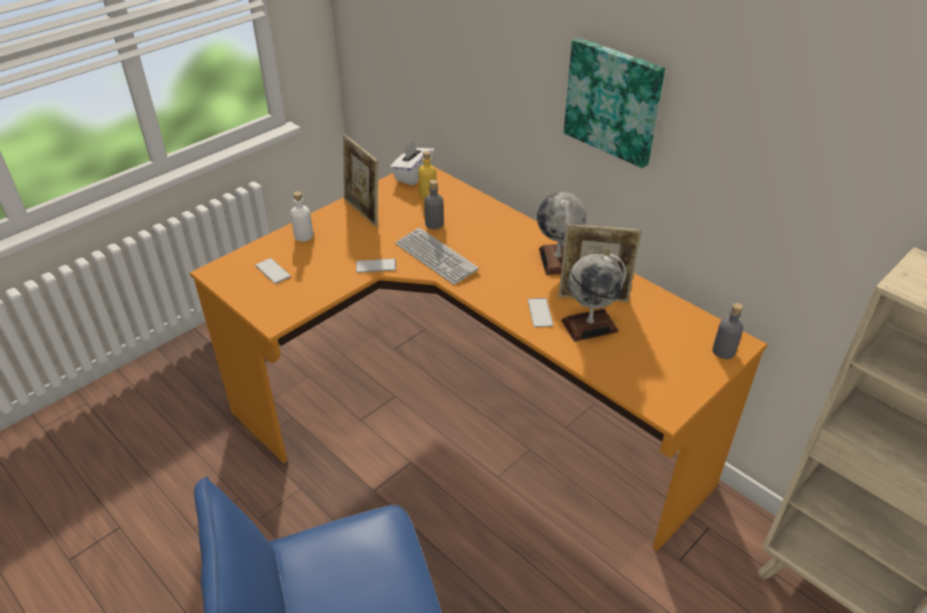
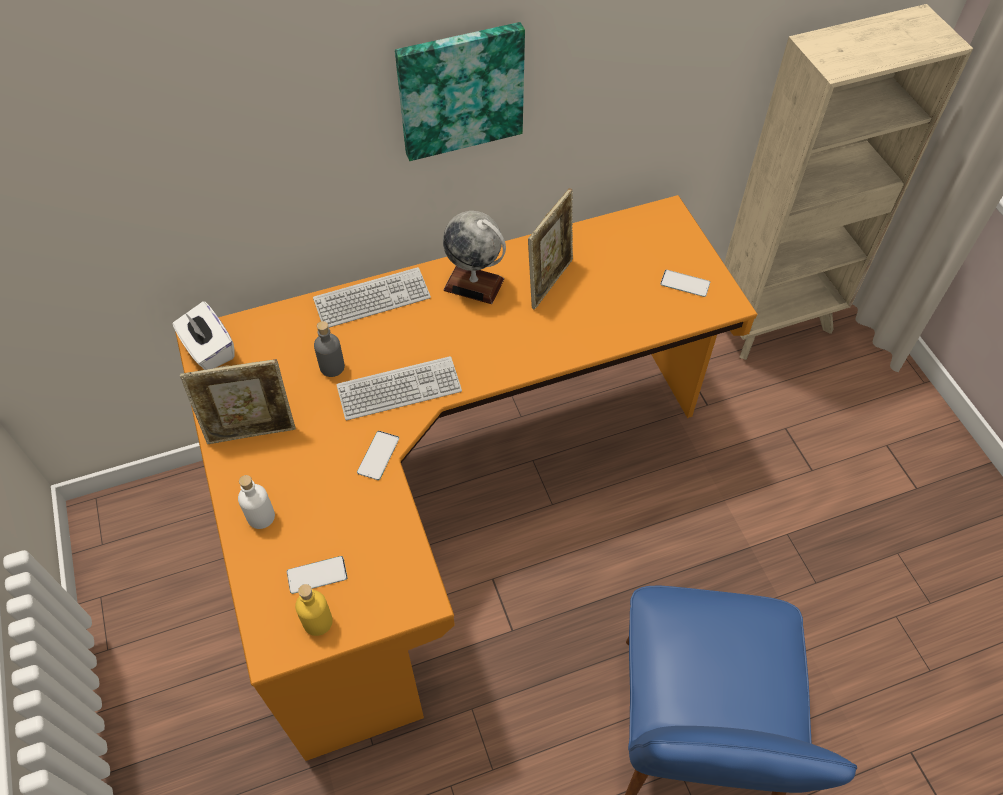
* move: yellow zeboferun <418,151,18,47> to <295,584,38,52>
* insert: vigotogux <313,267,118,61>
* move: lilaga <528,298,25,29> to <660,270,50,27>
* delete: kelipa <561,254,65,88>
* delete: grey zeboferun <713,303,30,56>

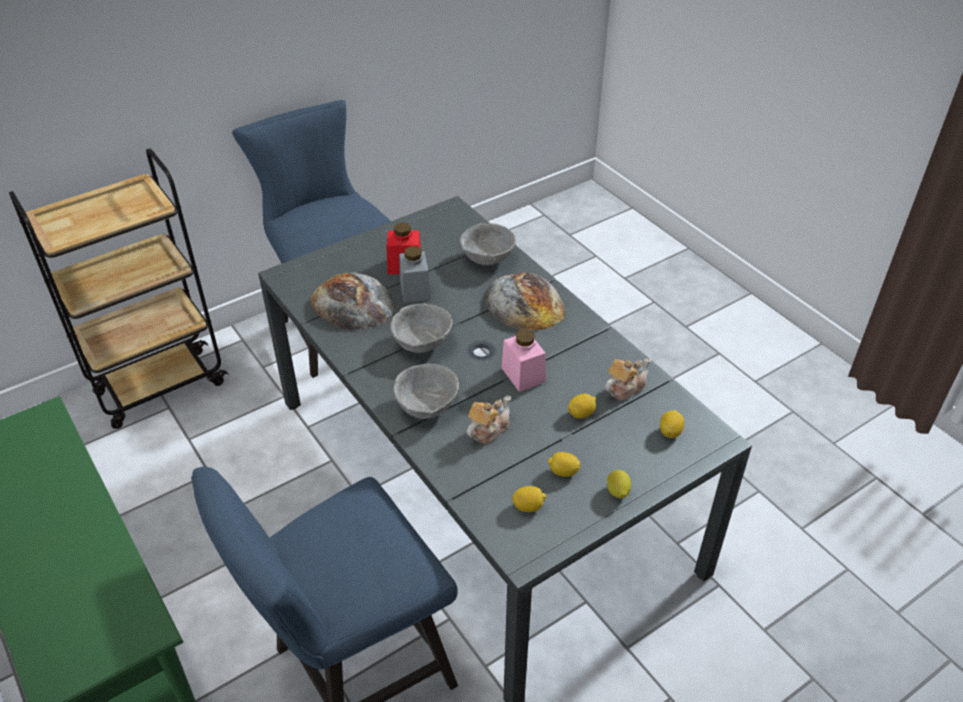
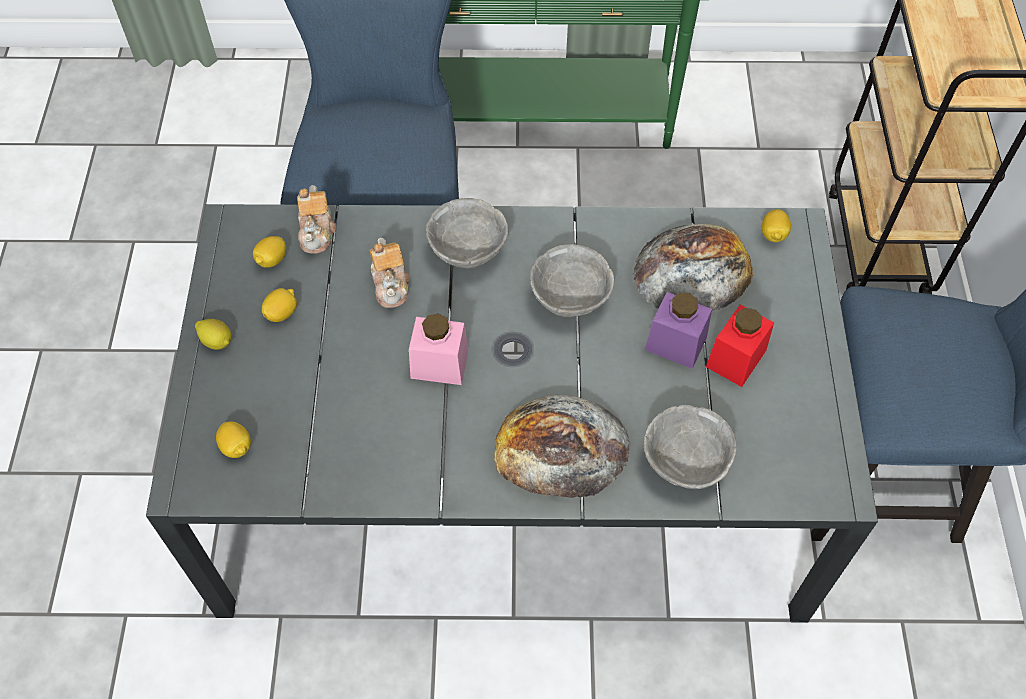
* move: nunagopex <605,358,46,42> to <297,185,39,69>
* recolor: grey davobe <399,246,32,56> to purple davobe <645,292,67,77>
* move: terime <568,394,28,24> to <762,209,29,33>

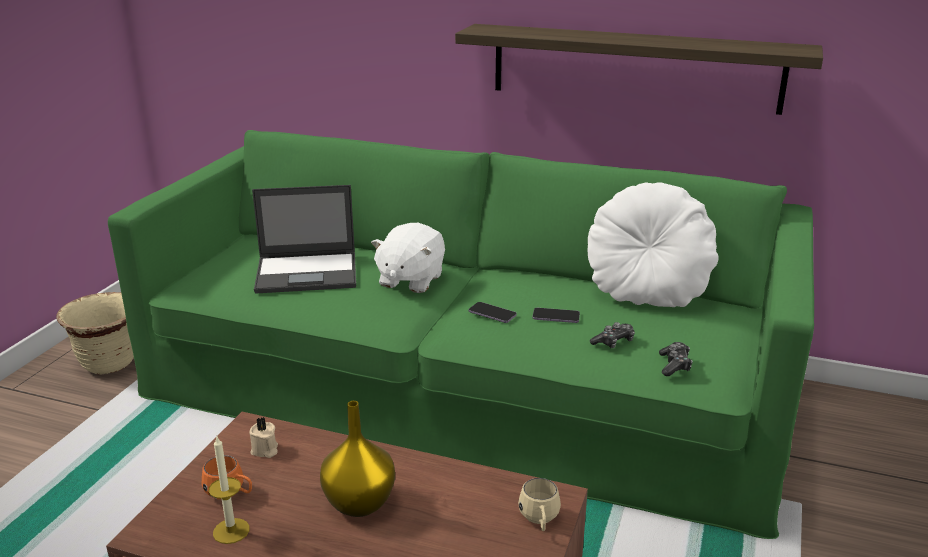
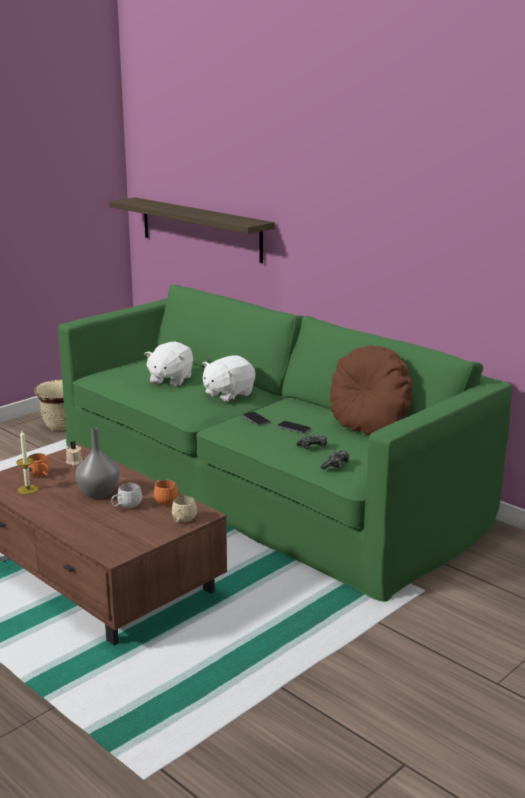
* recolor: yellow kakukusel <320,401,75,116> to grey kakukusel <75,428,45,71>
* move: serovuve <455,24,368,91> to <109,197,166,66>
* insert: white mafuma <111,483,31,25>
* replace: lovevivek <252,185,104,109> to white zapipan <144,342,49,44>
* insert: orange mafuma <154,480,25,25>
* recolor: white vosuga <588,182,131,125> to brown vosuga <330,345,82,90>

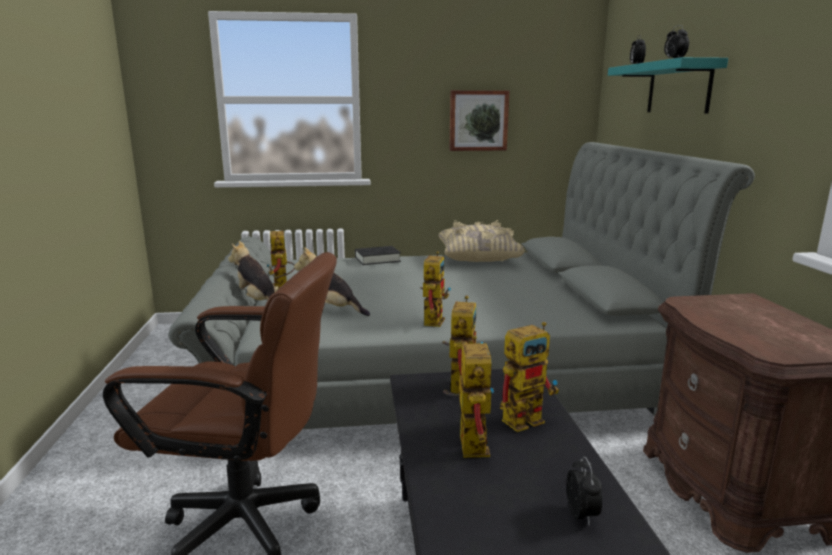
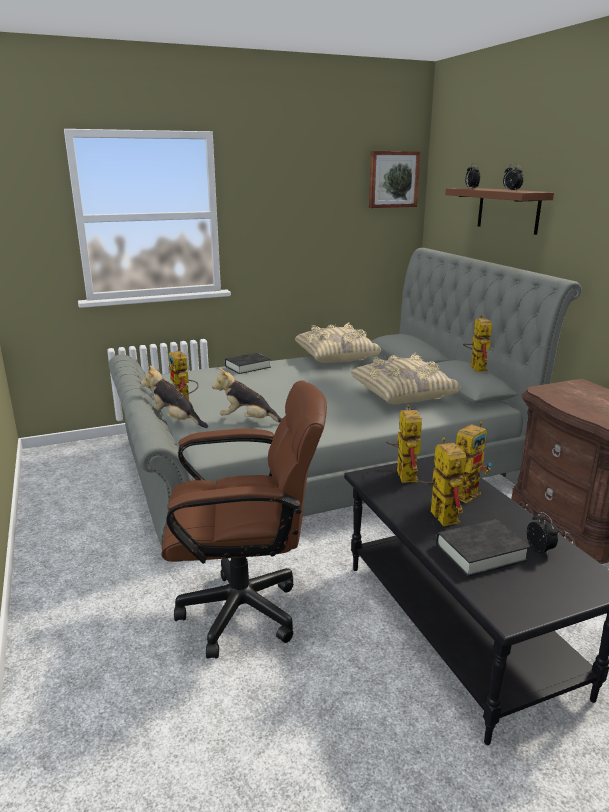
* insert: beige vosuga <351,353,111,52>
* move: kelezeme <449,90,60,61> to <369,151,52,57>
* insert: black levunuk <436,519,94,58>
* recolor: turquoise serovuve <608,57,120,56> to brown serovuve <445,188,109,47>
* move: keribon <420,251,31,76> to <463,315,29,57>

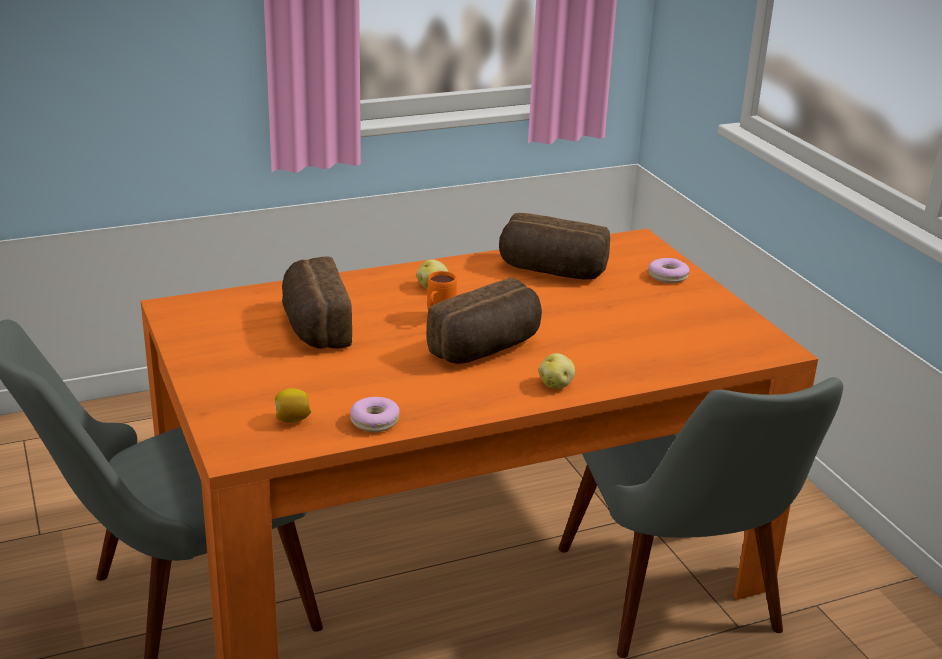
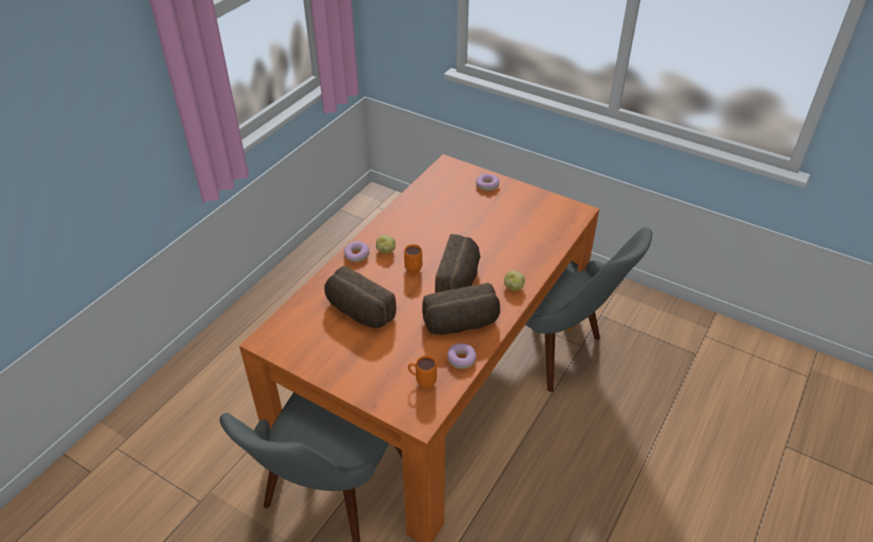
* insert: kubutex <344,241,25,21>
* replace: terime <275,388,37,35> to orange mafuma <408,356,29,32>
* move: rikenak <499,213,111,66> to <422,283,78,51>

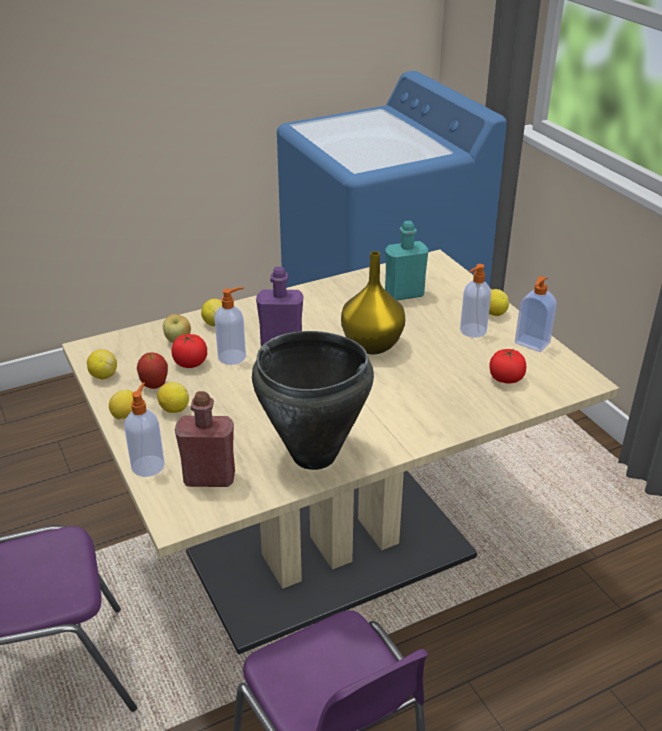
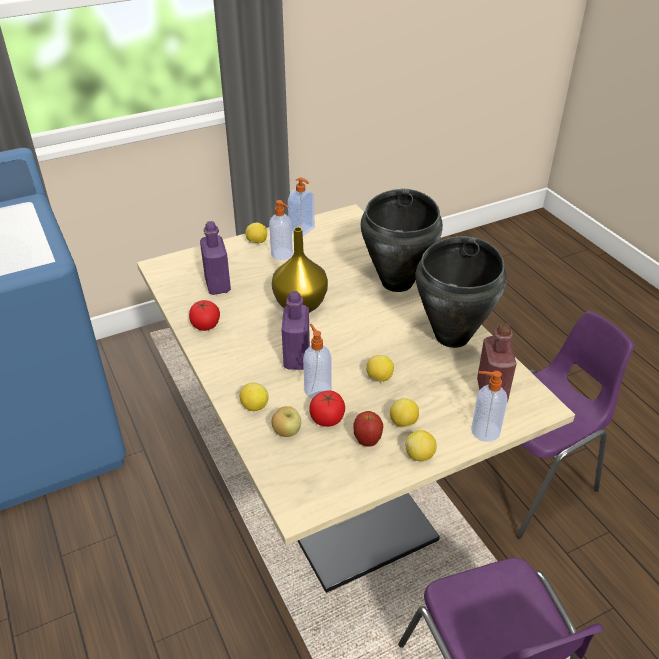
* move: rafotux <490,349,36,35> to <189,300,31,31>
* recolor: turquoise zeboferun <385,221,44,79> to purple zeboferun <200,221,31,74>
* insert: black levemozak <361,189,82,103>
* move: terime <87,349,30,30> to <366,355,28,27>

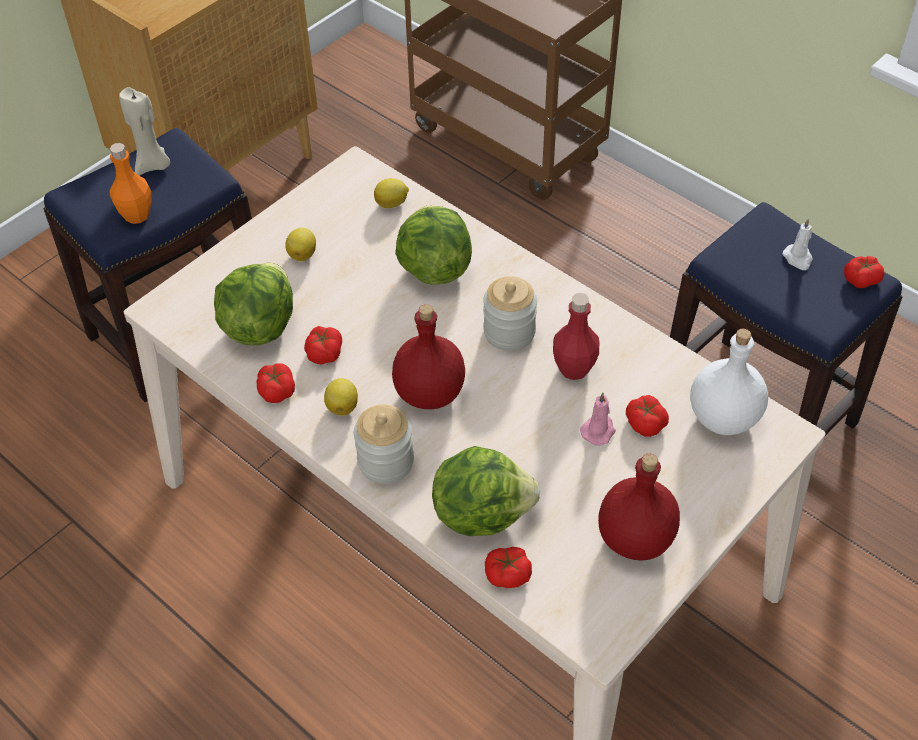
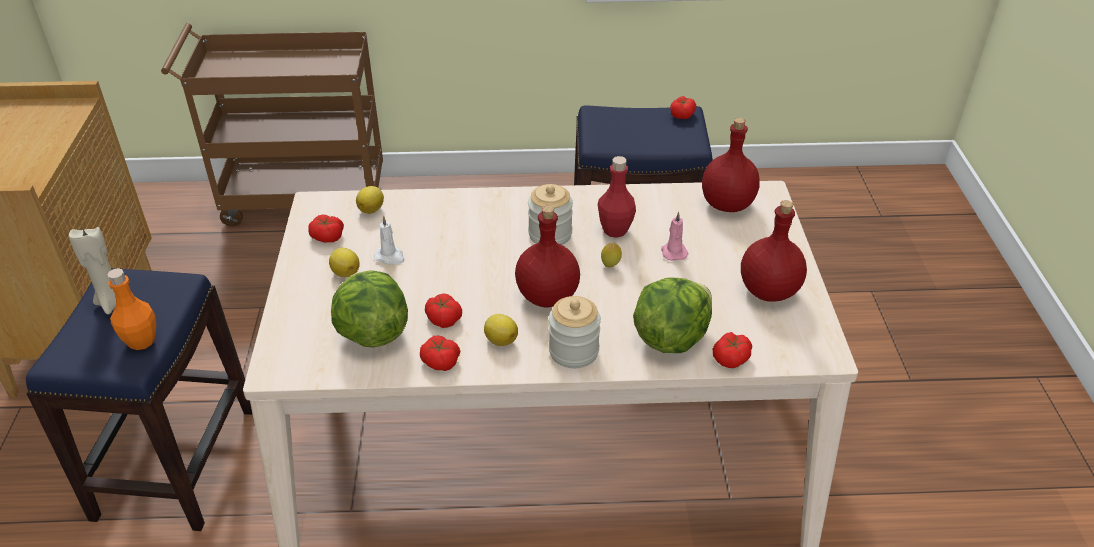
* move: rafotux <626,395,43,42> to <308,214,36,29>
* move: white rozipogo <783,218,30,52> to <374,216,31,49>
* insert: terime <601,243,21,24>
* recolor: white zeboferun <690,329,78,106> to red zeboferun <702,118,58,94>
* delete: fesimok <395,206,77,79>

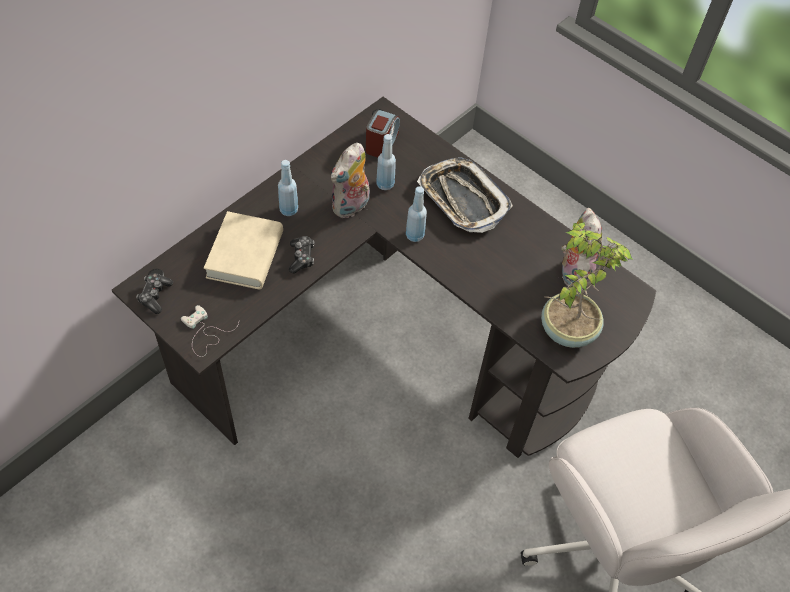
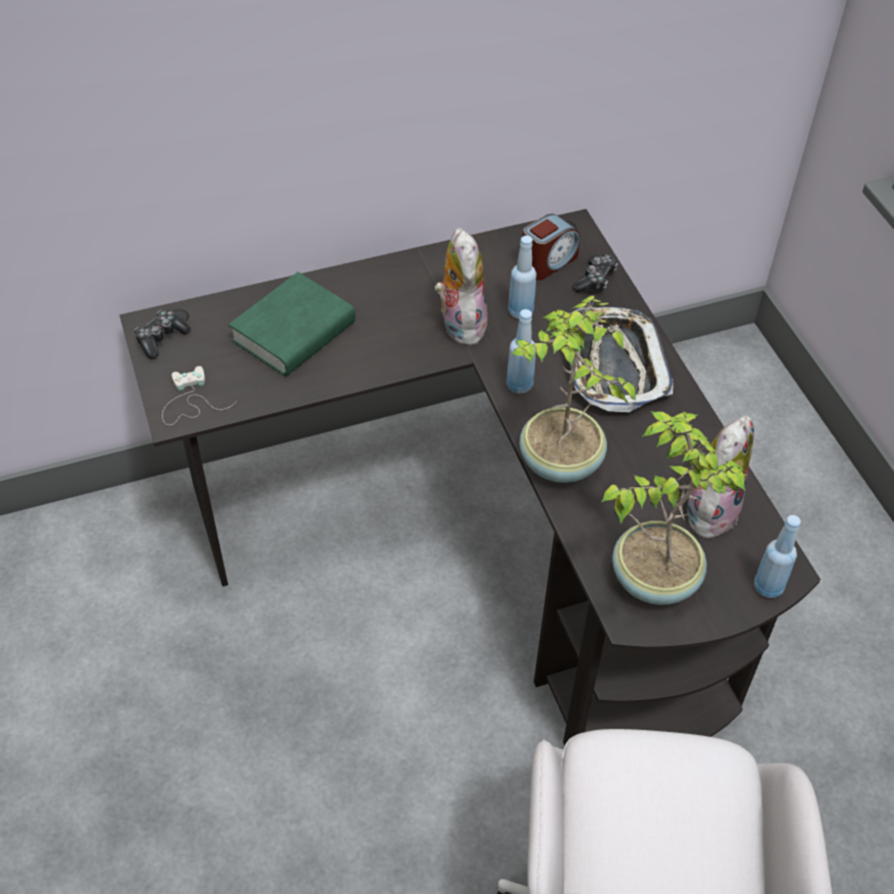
* recolor: beige levunuk <204,211,79,78> to green levunuk <229,272,127,105>
* rotate: zapipan <331,143,39,75> = <435,228,53,117> 105 degrees clockwise
* insert: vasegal <512,295,124,188>
* move: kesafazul <289,236,26,37> to <572,254,46,39>
* move: blue zeboferun <278,160,20,56> to <754,515,47,83>

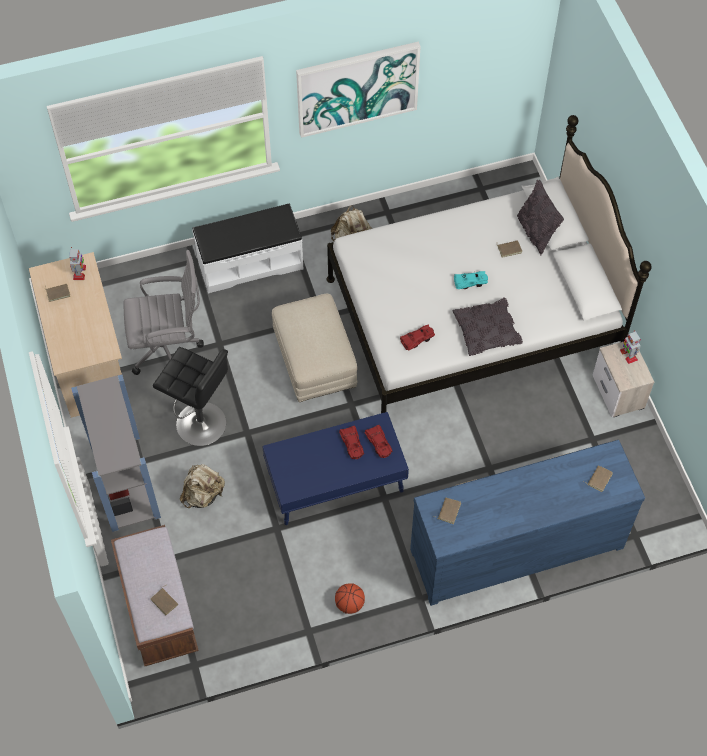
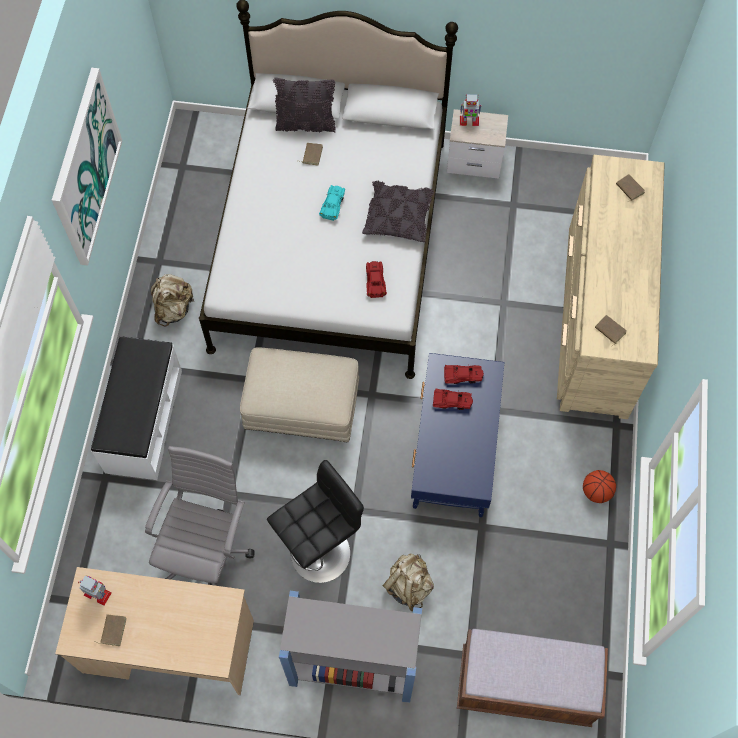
* recolor: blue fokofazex <410,440,235,166> to beige fokofazex <557,155,108,264>
* delete: brown levunuk <150,585,28,31>

